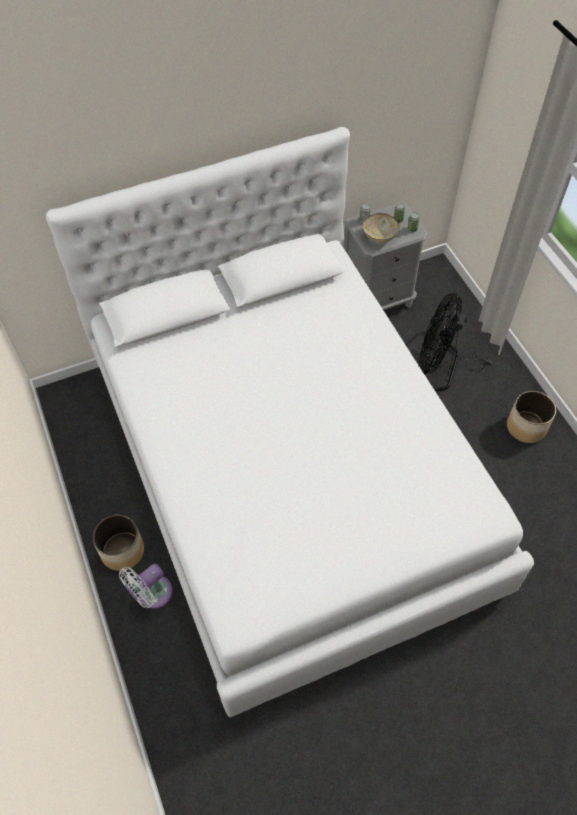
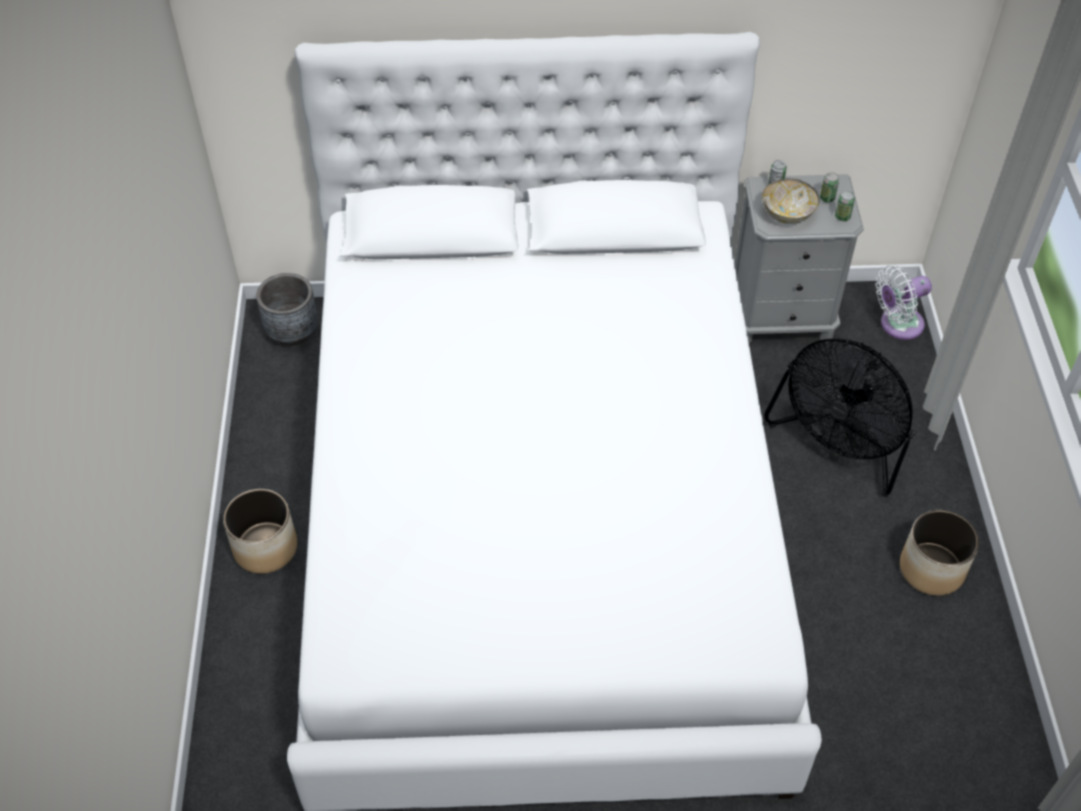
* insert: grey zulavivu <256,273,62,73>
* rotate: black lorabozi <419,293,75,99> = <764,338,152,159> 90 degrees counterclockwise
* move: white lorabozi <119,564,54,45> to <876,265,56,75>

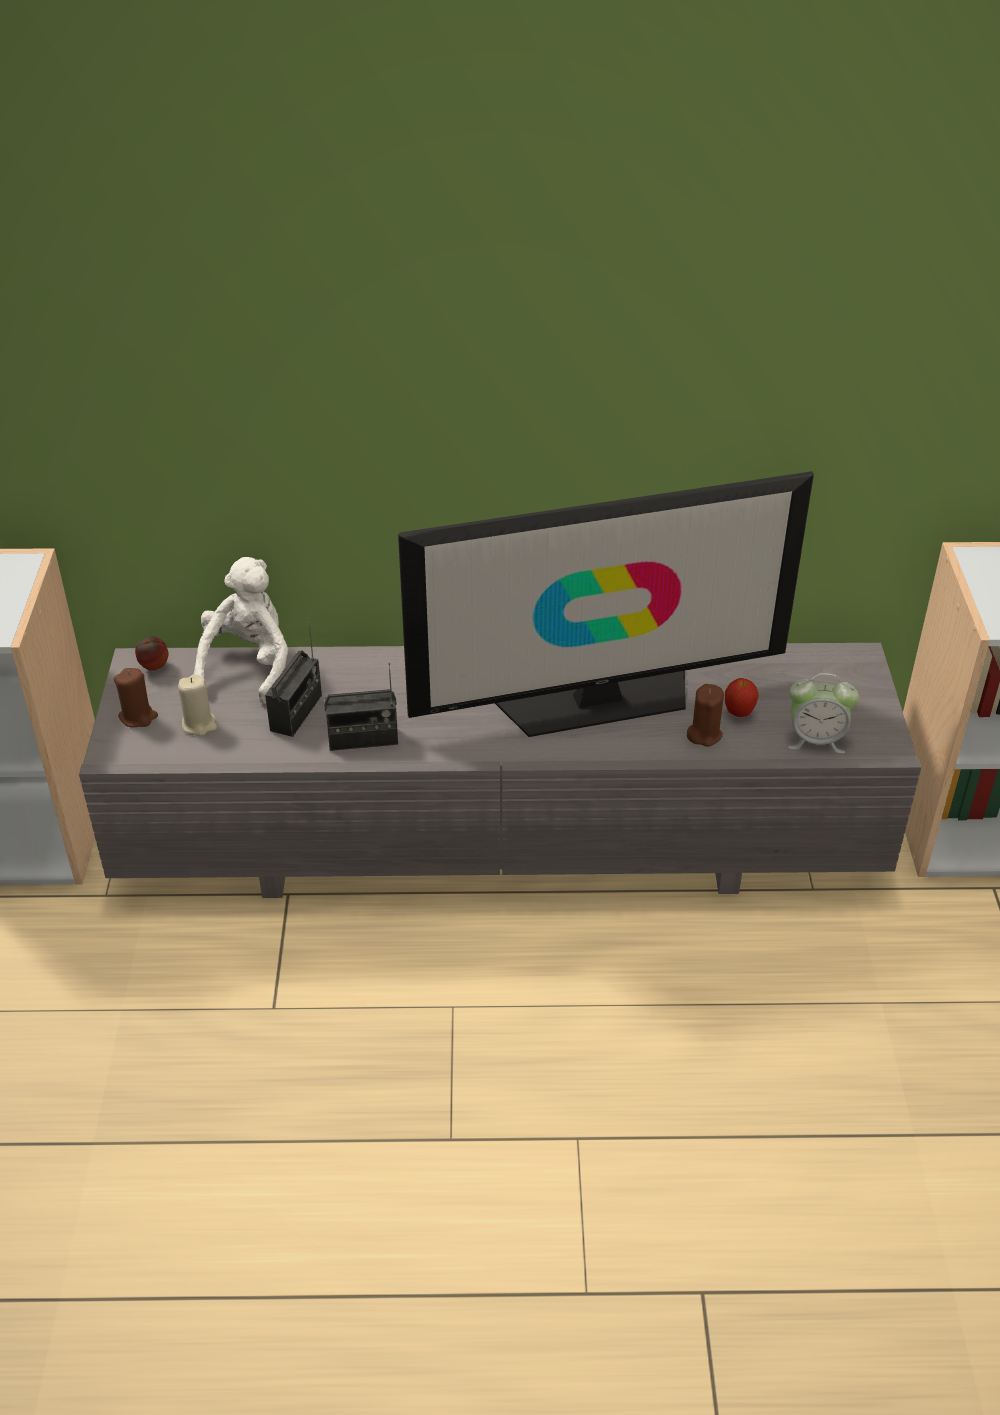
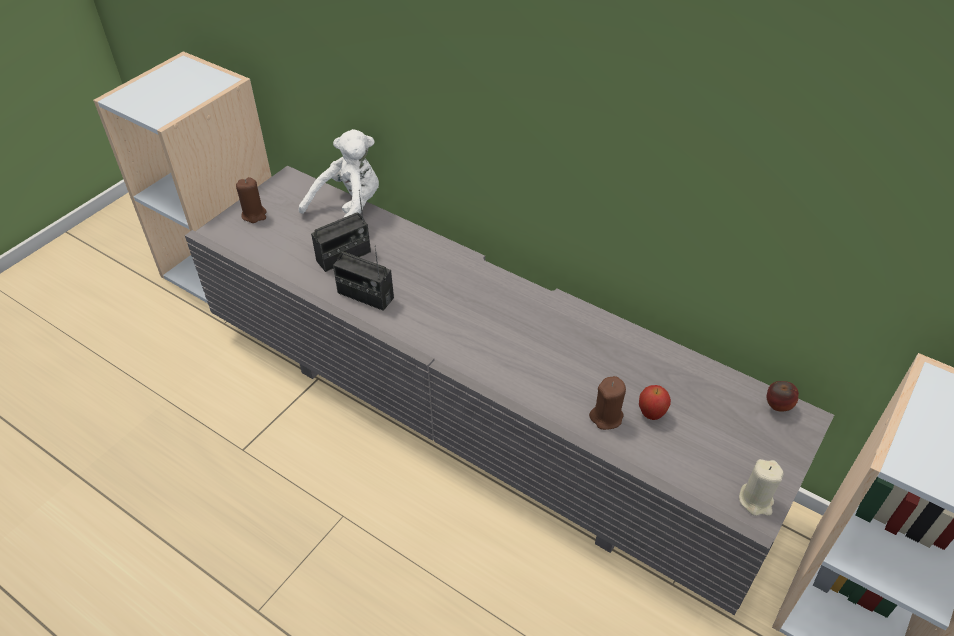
* move: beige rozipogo <178,674,39,62> to <739,459,45,57>
* move: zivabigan <135,636,34,35> to <767,381,32,31>
* delete: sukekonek <398,471,416,266>
* delete: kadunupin <788,673,71,80>

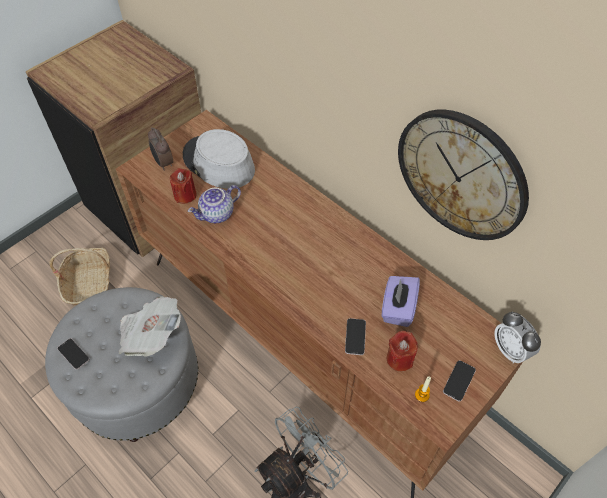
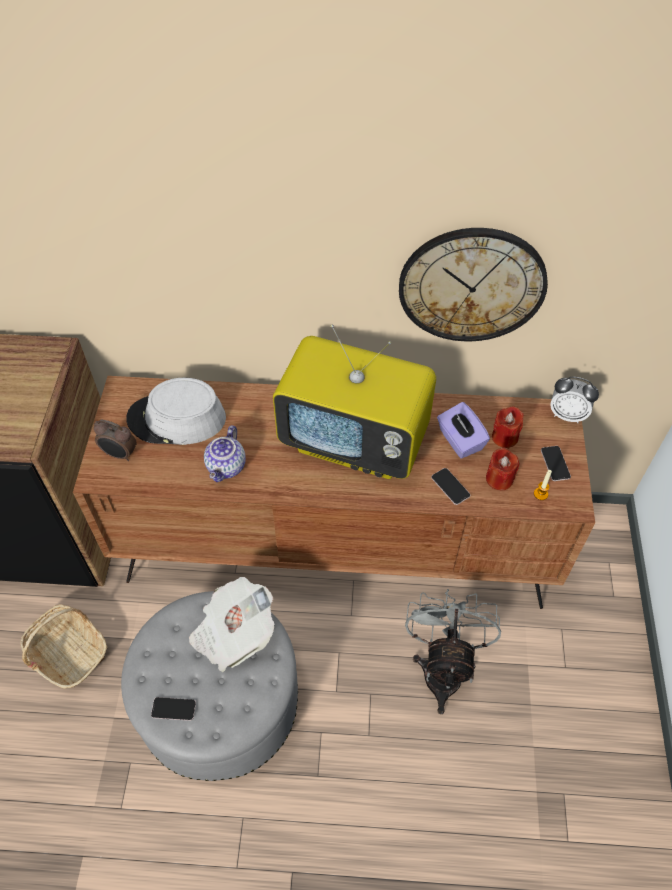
* insert: sukekonek <273,325,163,154>
* move: red rozipogo <170,168,27,36> to <492,406,32,43>

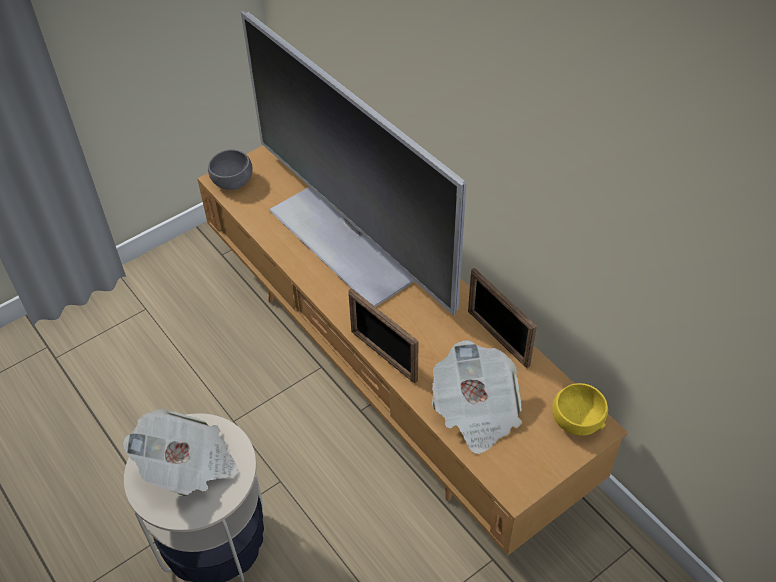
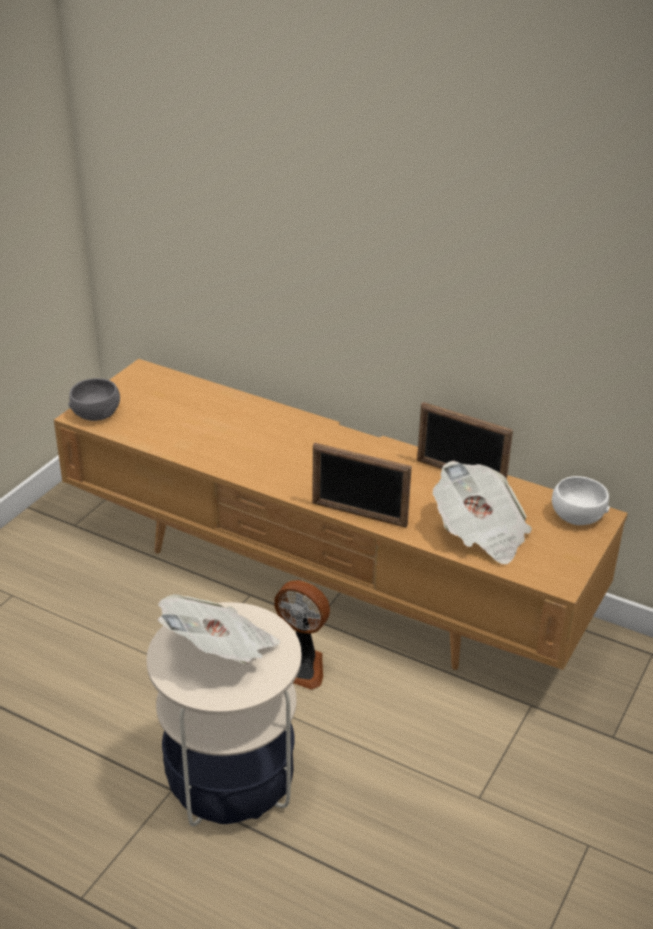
* insert: lorabozi <274,580,56,110>
* recolor: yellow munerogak <552,383,56,53> to white munerogak <552,476,58,49>
* delete: sukekonek <241,11,225,305>

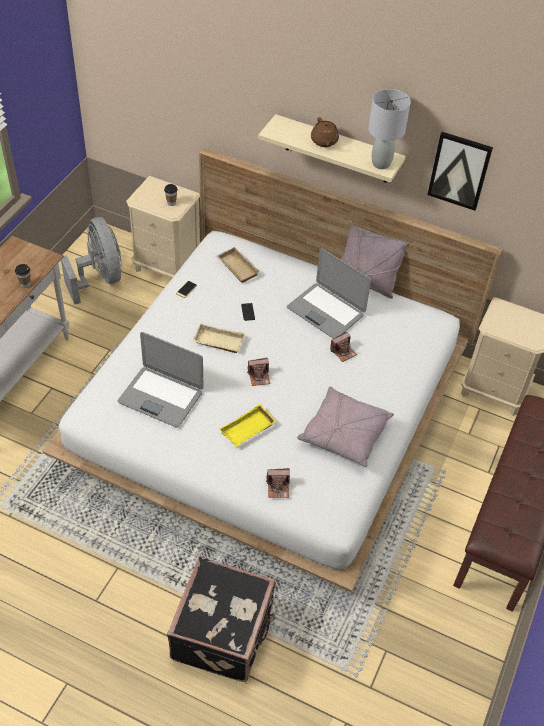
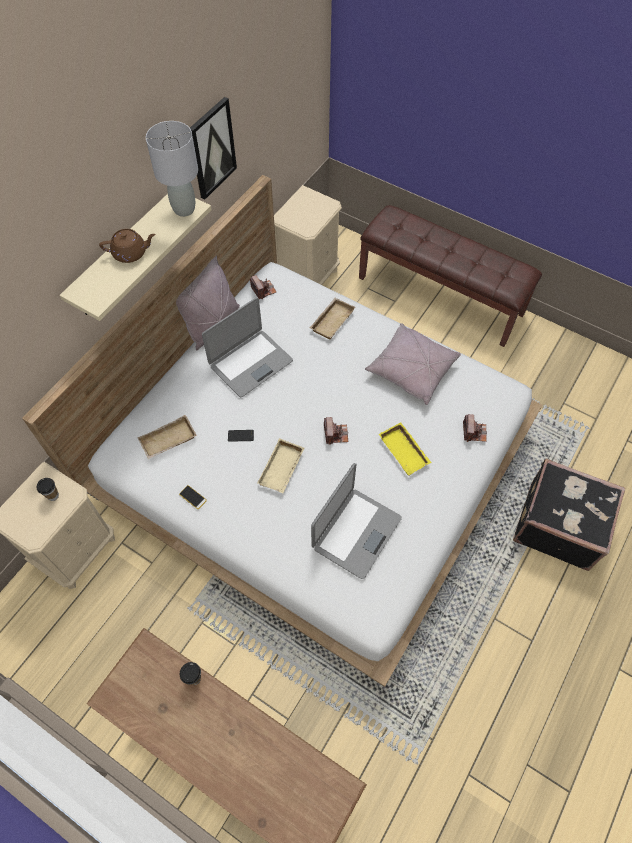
* move: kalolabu <330,332,27,30> to <250,275,26,24>
* insert: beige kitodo <310,298,45,41>
* delete: grey lorabozi <61,217,61,88>

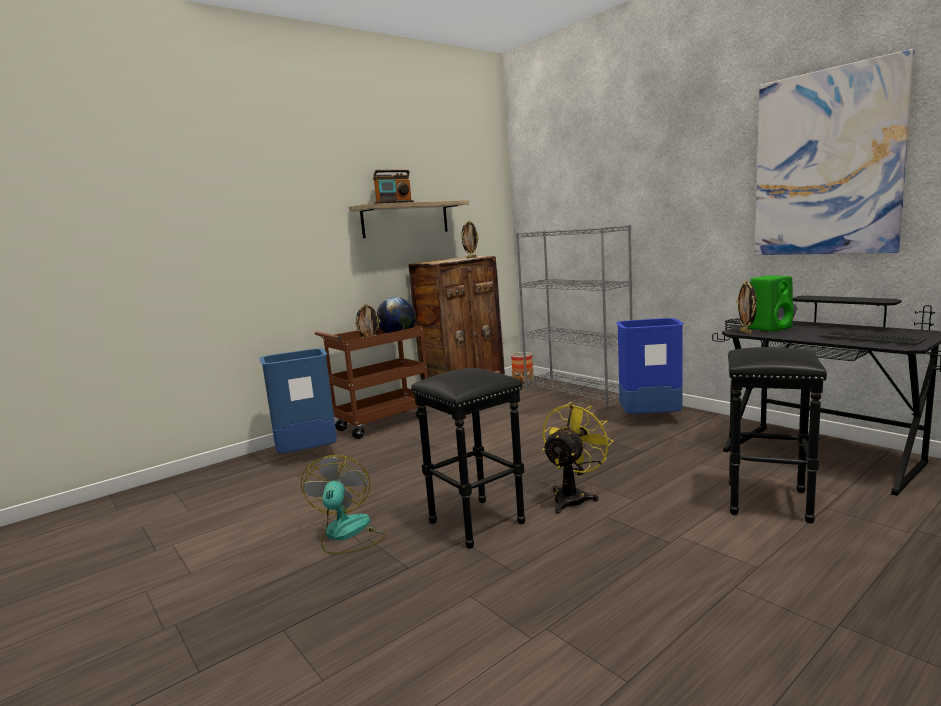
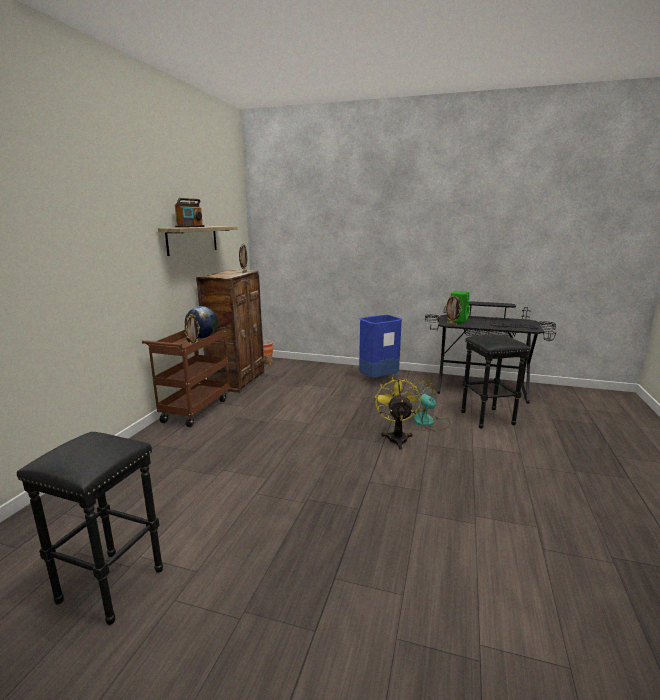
* move: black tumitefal <411,368,114,181> to <17,432,146,193>
* move: lorabozi <301,455,85,100> to <406,380,44,52>
* delete: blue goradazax <259,348,78,105>
* delete: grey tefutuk <516,225,116,183>
* delete: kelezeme <755,49,160,206>

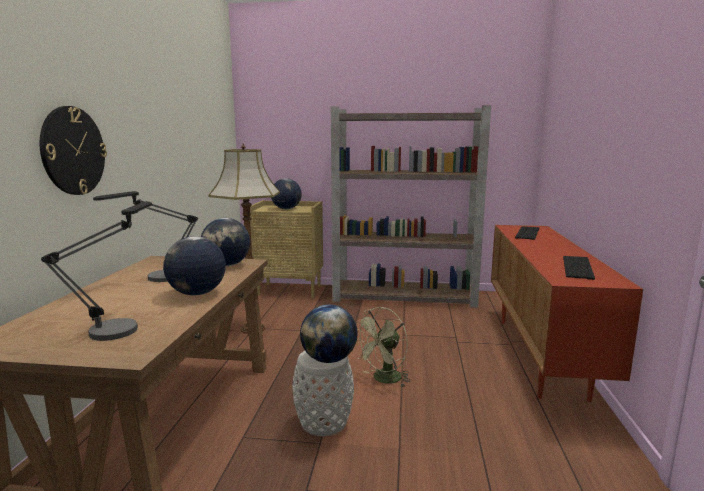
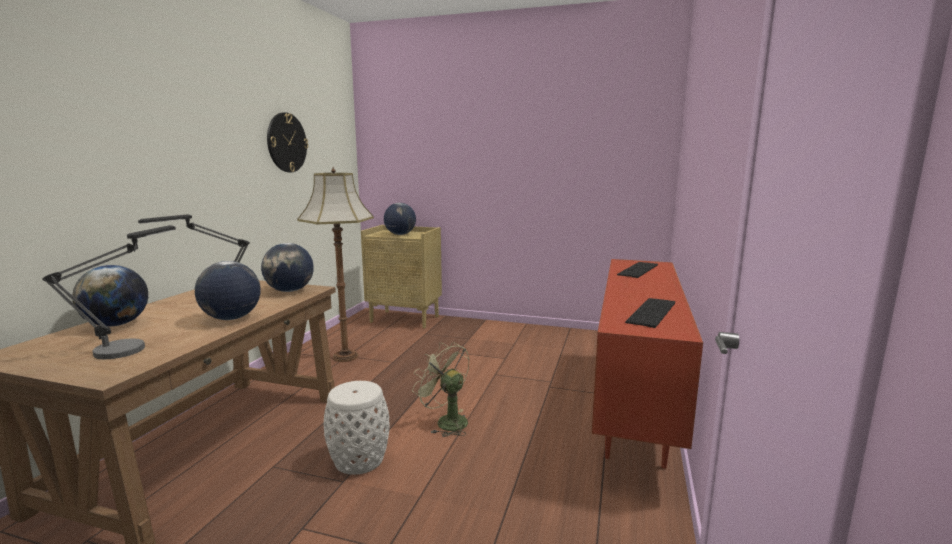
* move: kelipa <300,304,58,59> to <72,265,76,62>
* move: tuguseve <40,106,67,89> to <267,112,41,60>
* rotate: green lorabozi <357,307,54,80> = <412,342,58,95> 75 degrees clockwise
* delete: brown tefutuk <331,105,160,203>

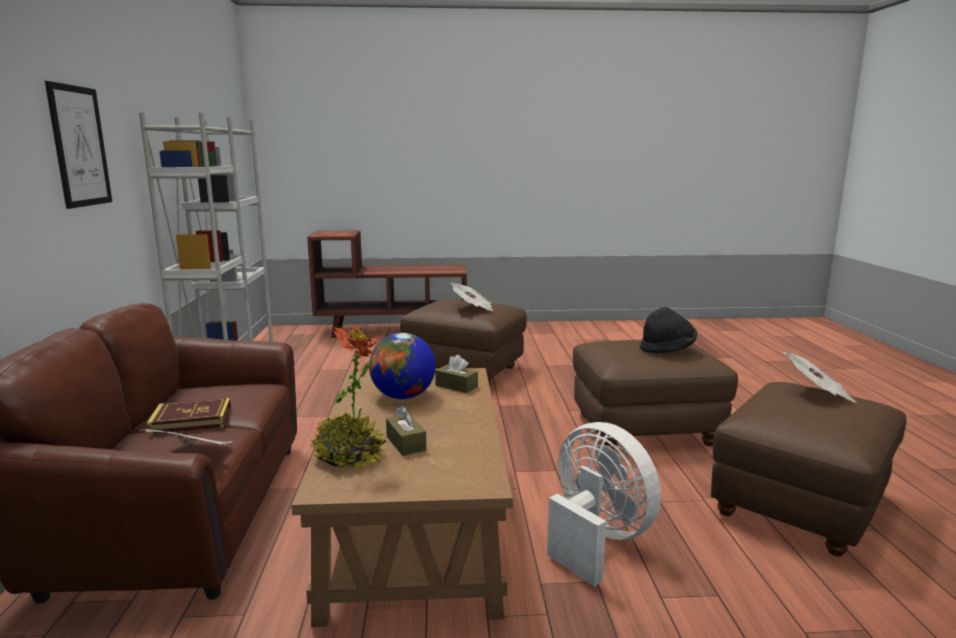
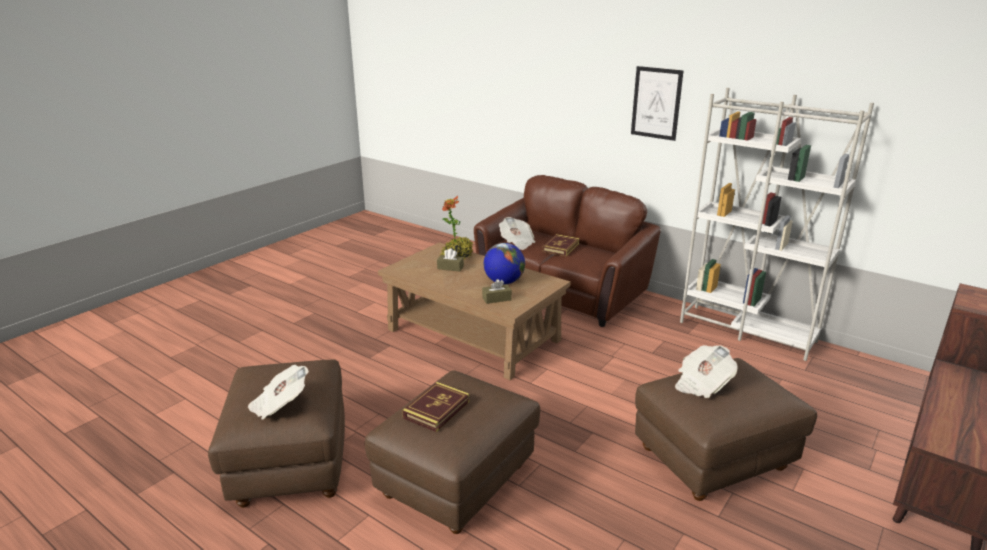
* replace: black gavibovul <640,307,57,46> to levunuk <402,382,68,50>
* delete: white lorabozi <547,422,114,165>

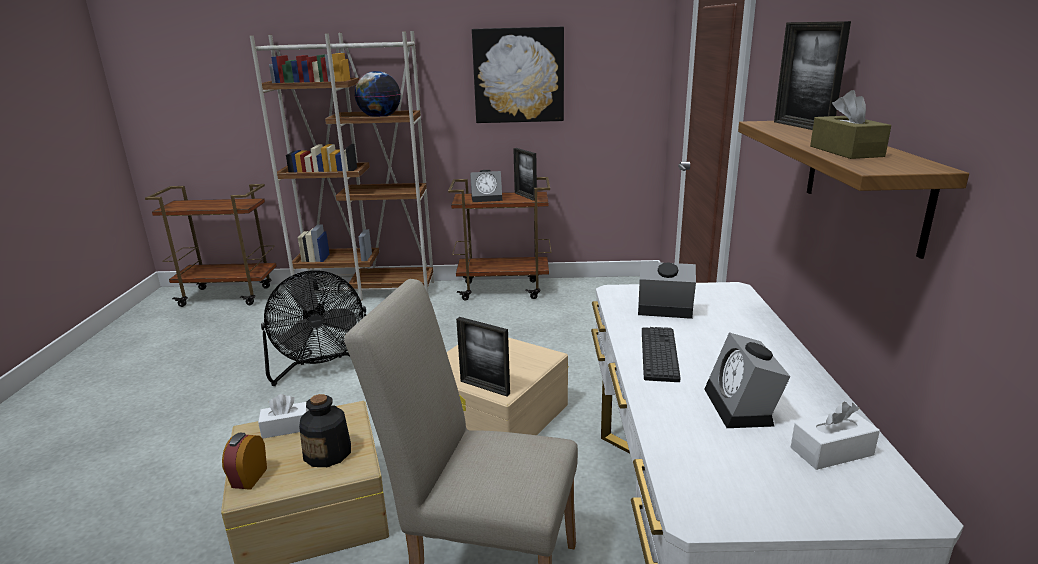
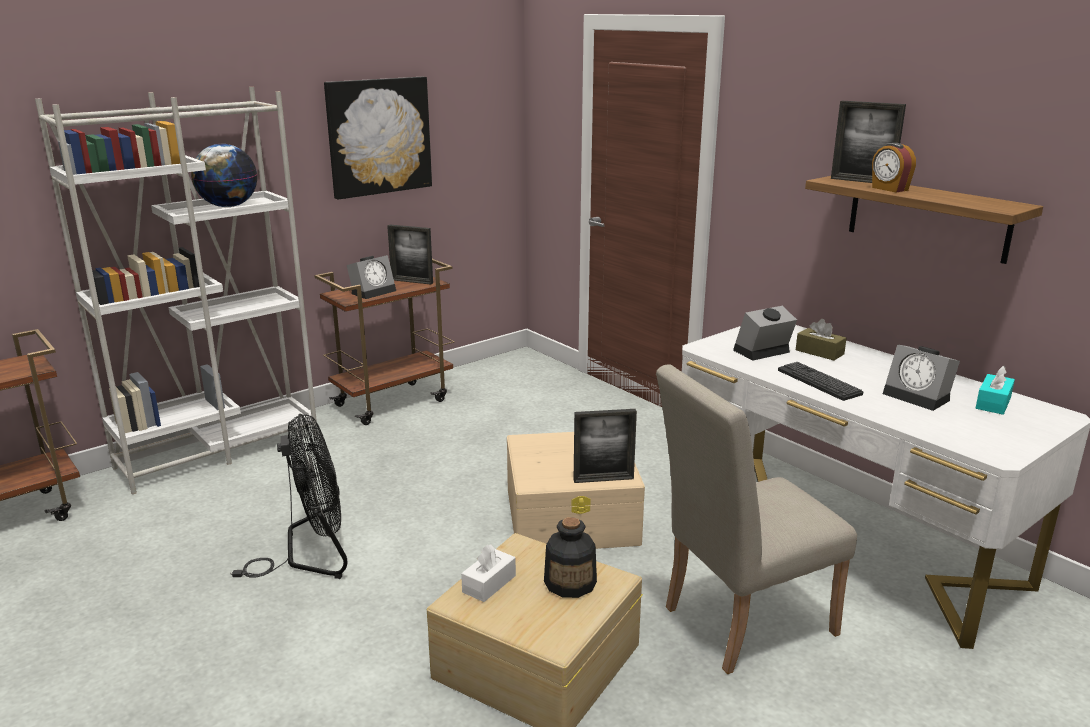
* recolor: brown tefutuk <249,31,185,270> to white tefutuk <35,87,283,407>
* rotate: black lorabozi <261,270,105,116> = <230,414,117,165> 45 degrees counterclockwise
* move: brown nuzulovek <810,90,81,69> to <796,319,51,41>
* move: kadunupin <222,433,45,57> to <872,143,44,49>
* recolor: white nuzulovek <791,402,89,68> to turquoise nuzulovek <976,365,39,50>

